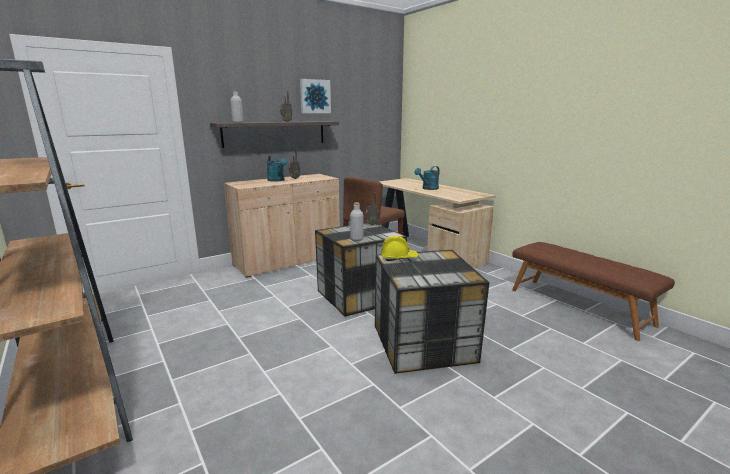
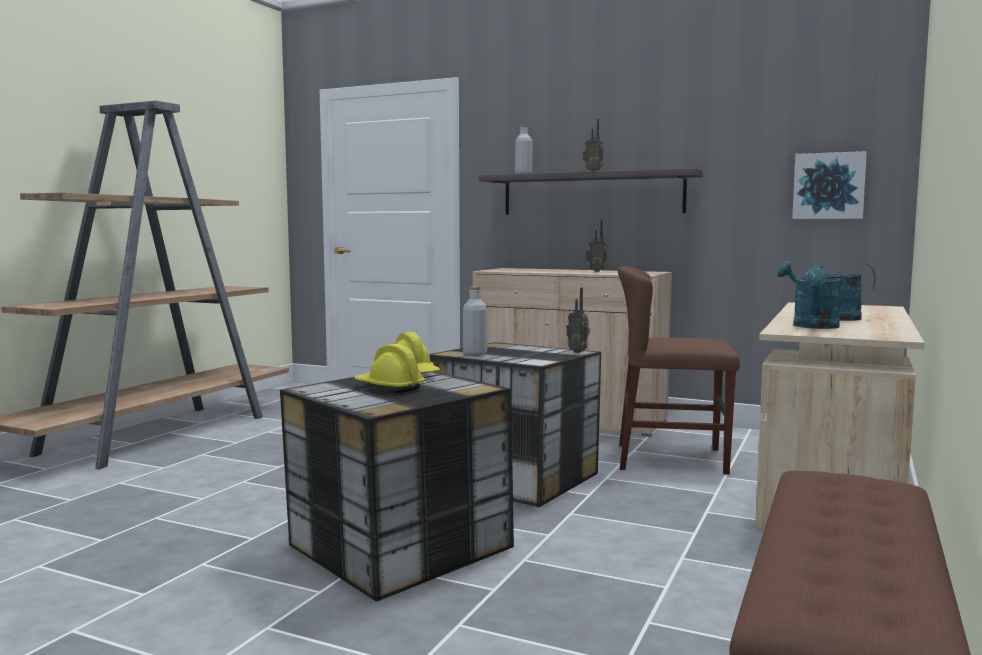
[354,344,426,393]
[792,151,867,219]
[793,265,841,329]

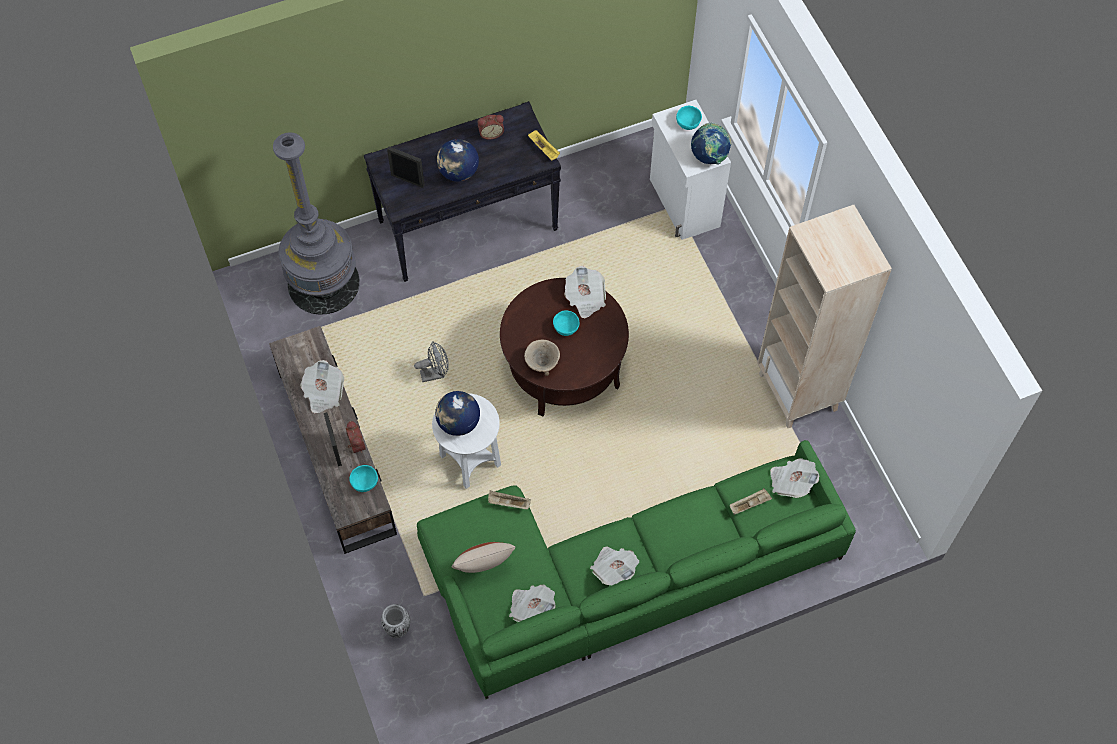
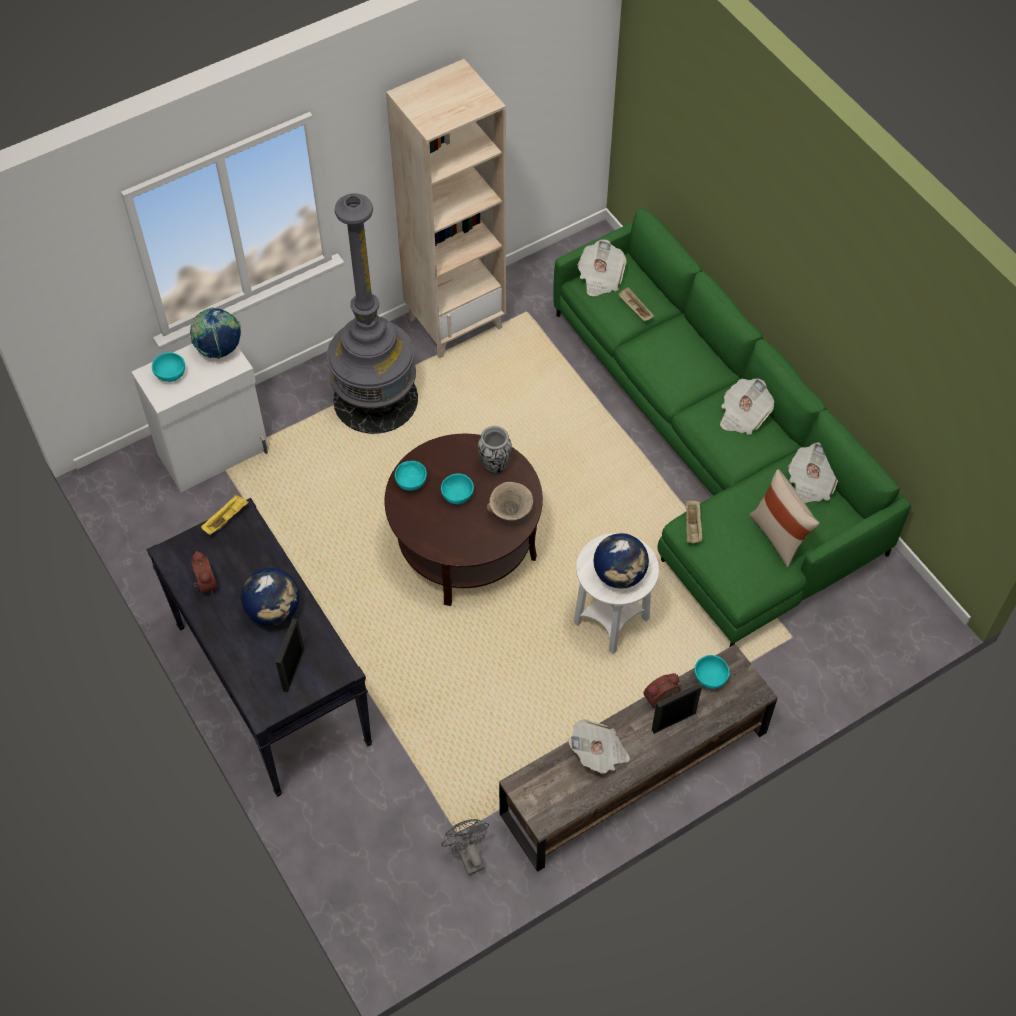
[327,193,418,434]
[395,461,427,491]
[441,819,489,875]
[478,426,512,474]

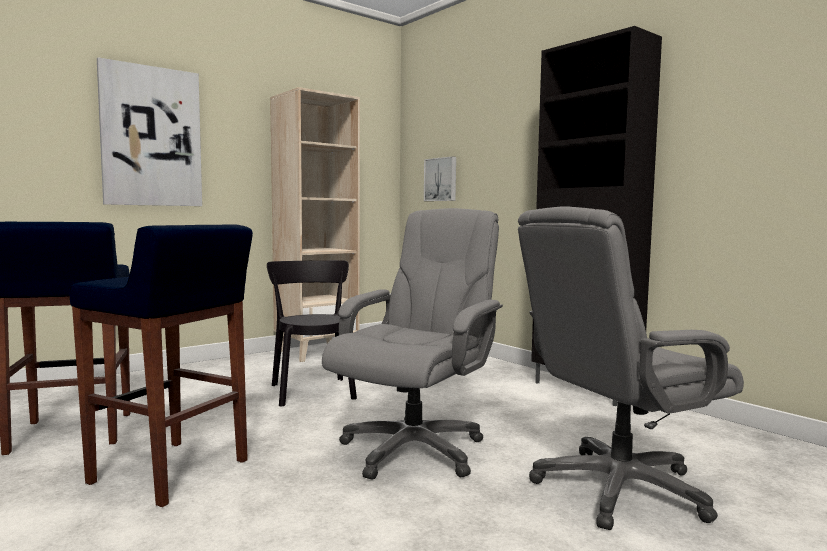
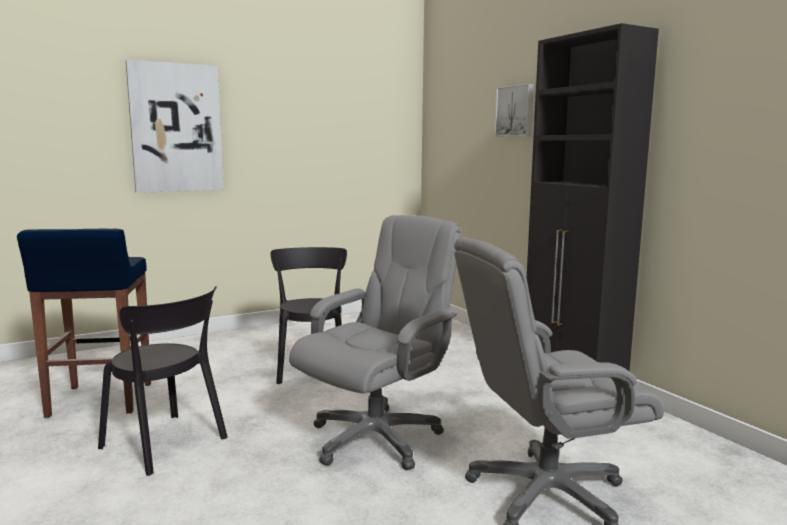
[98,286,227,476]
[495,84,534,137]
[270,87,360,362] (first image)

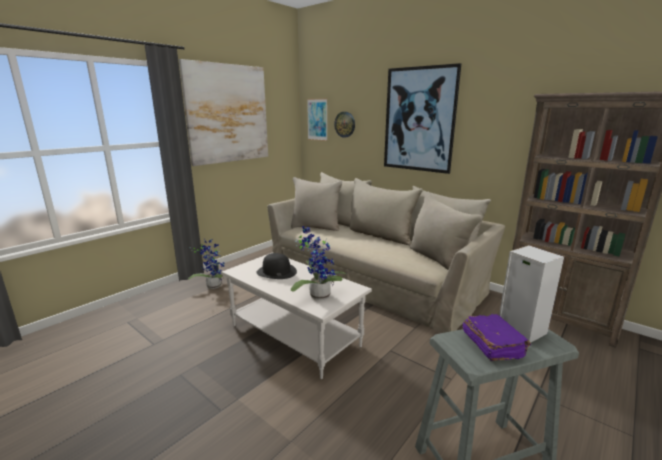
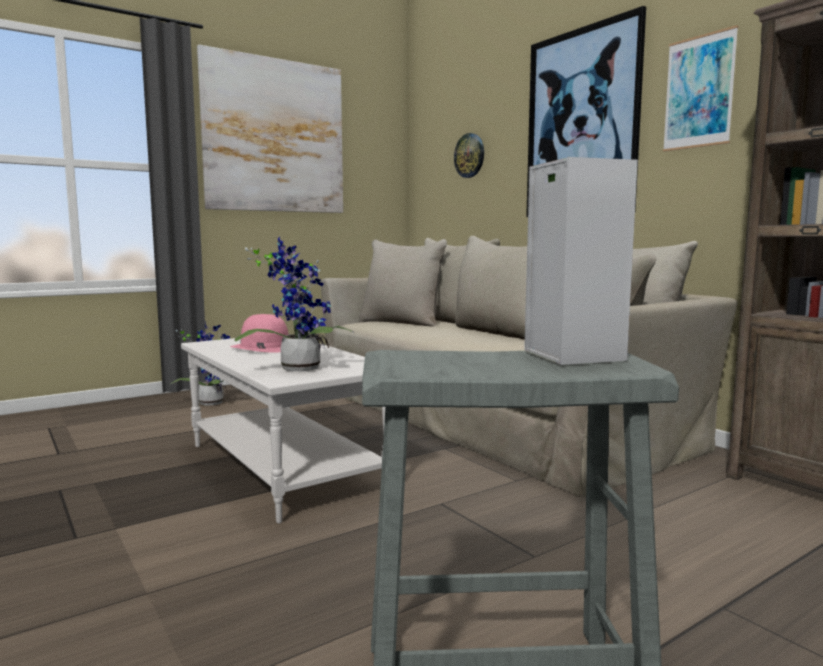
[230,314,289,352]
[663,25,739,152]
[462,314,531,361] (first image)

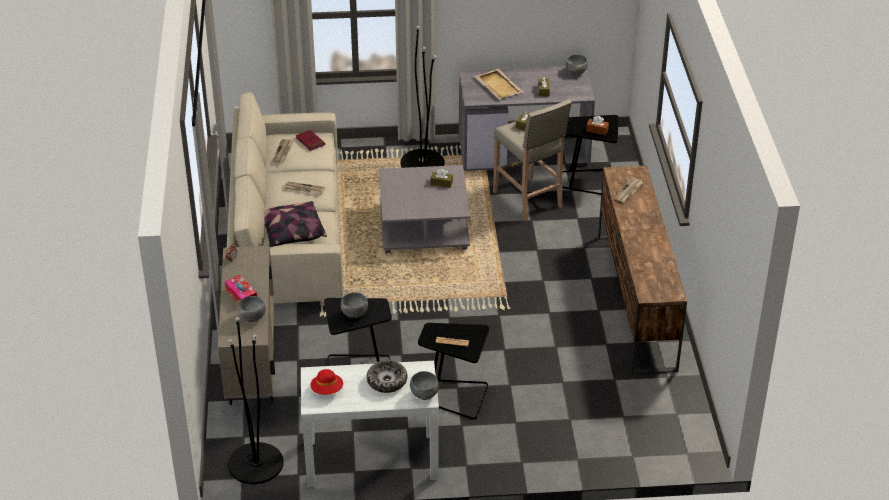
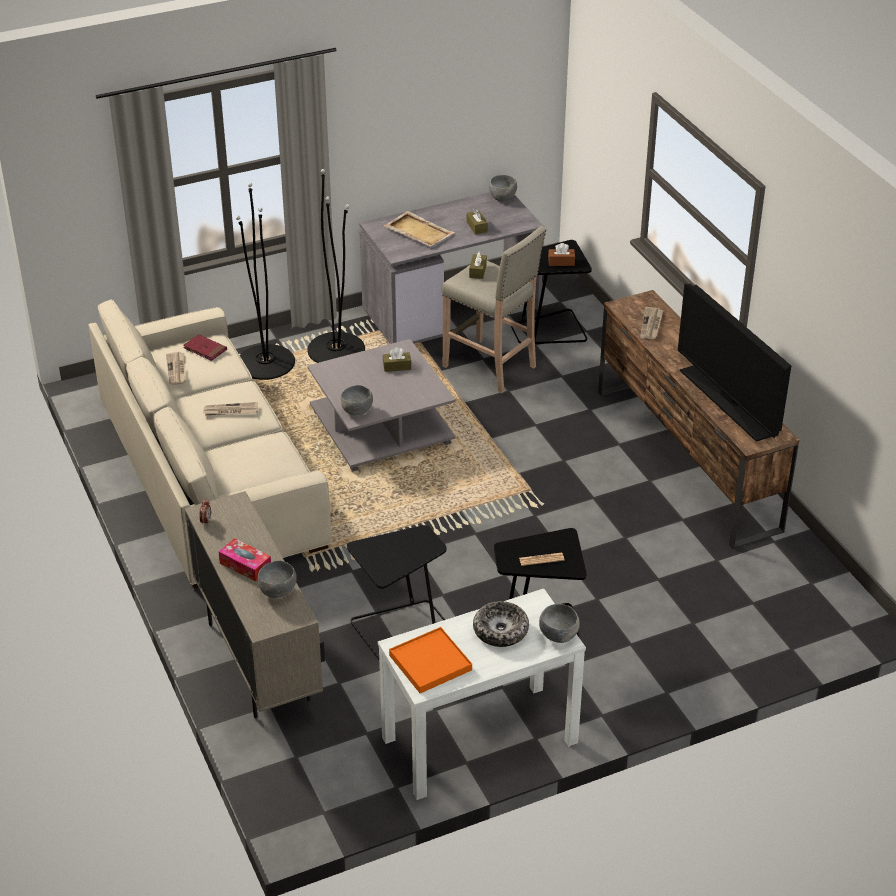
[236,183,295,380]
[341,385,373,415]
[389,627,472,693]
[678,283,791,442]
[264,201,327,247] (first image)

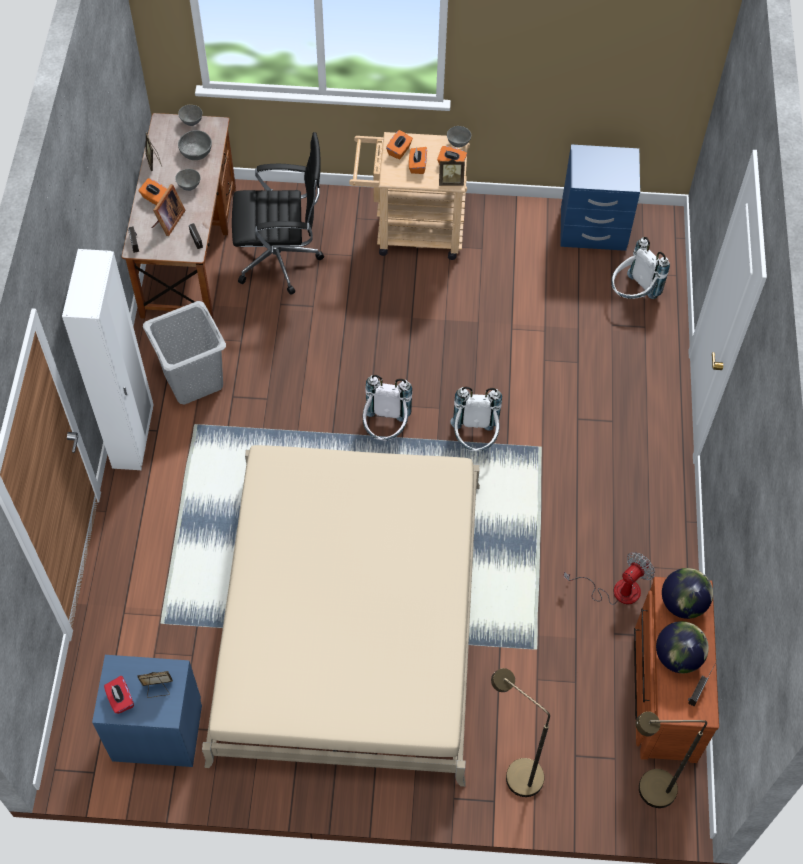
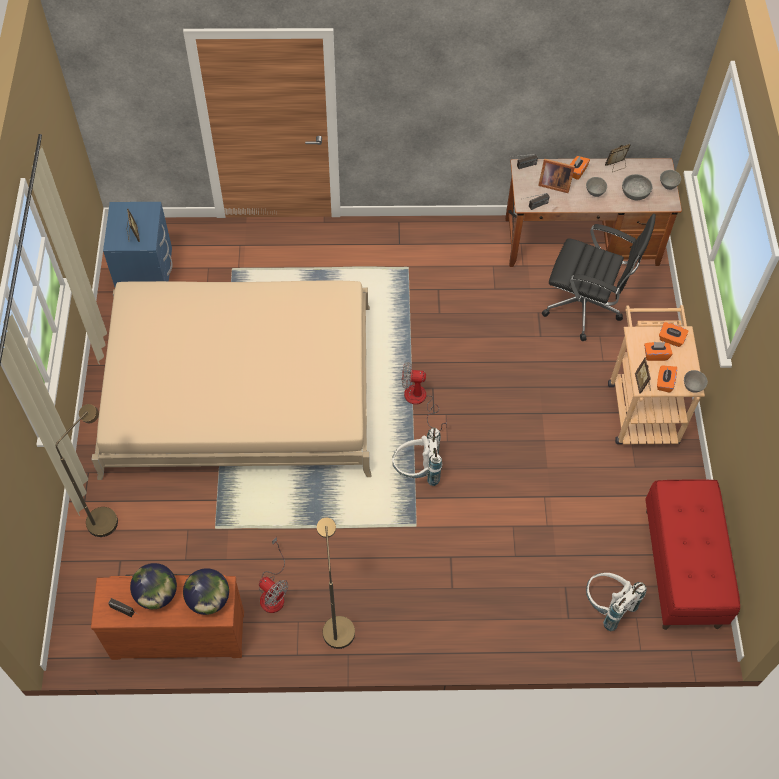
[317,518,355,649]
[402,362,447,431]
[542,214,656,341]
[645,479,740,630]
[62,249,154,470] (first image)
[104,676,134,714] (first image)
[143,301,226,405] (first image)

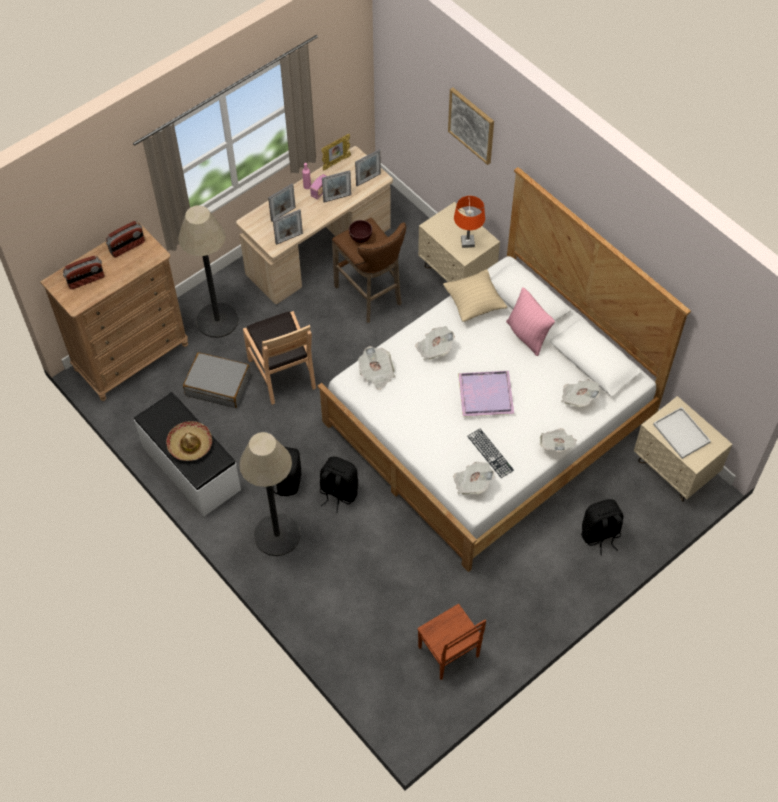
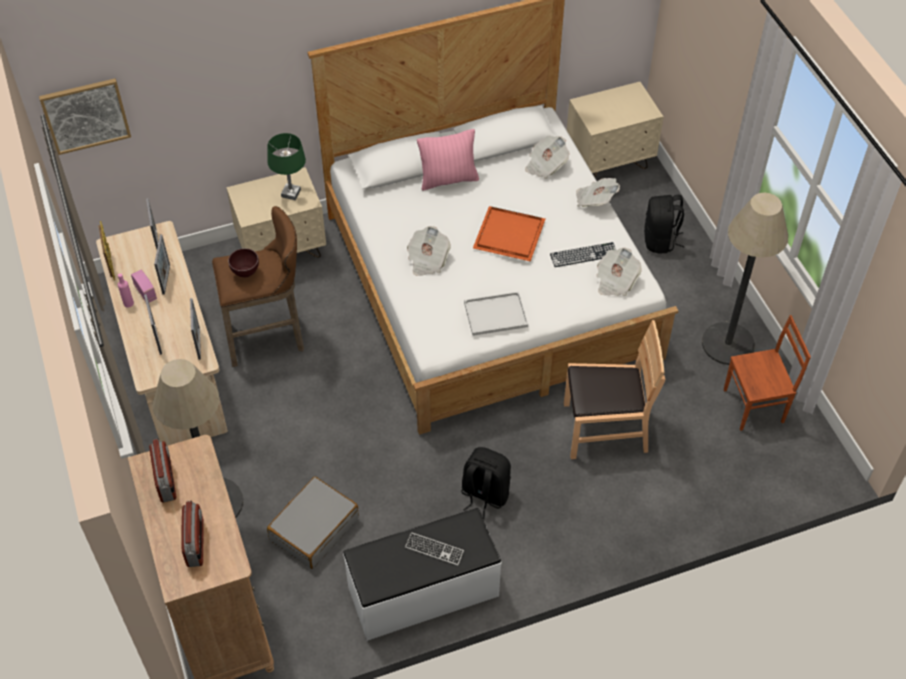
[39,78,131,155]
[267,133,306,200]
[405,532,464,565]
[464,292,528,336]
[473,206,545,262]
[564,320,665,459]
[702,193,788,365]
[320,456,359,513] (first image)
[358,346,395,390] (first image)
[443,269,507,322] (first image)

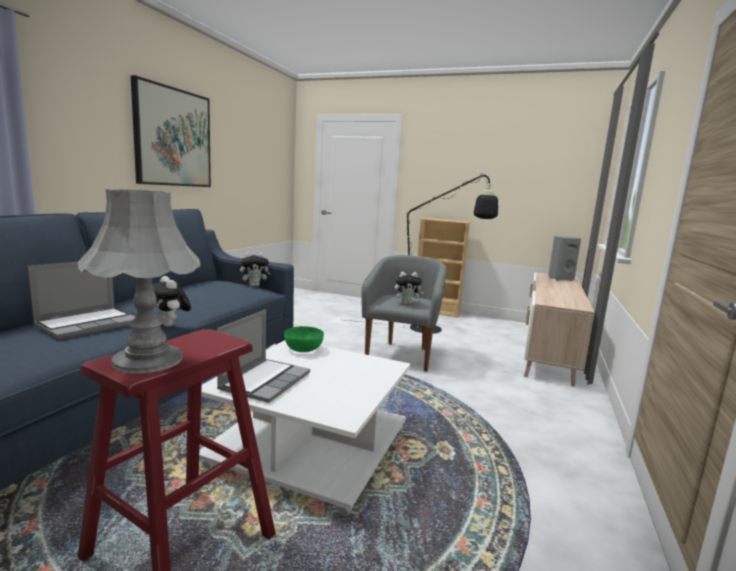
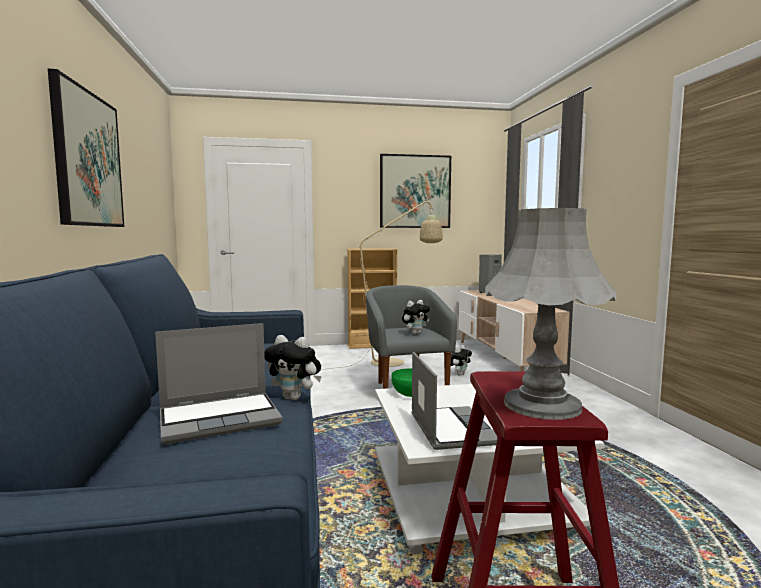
[155,323,283,444]
[321,200,443,370]
[380,154,451,228]
[451,345,472,376]

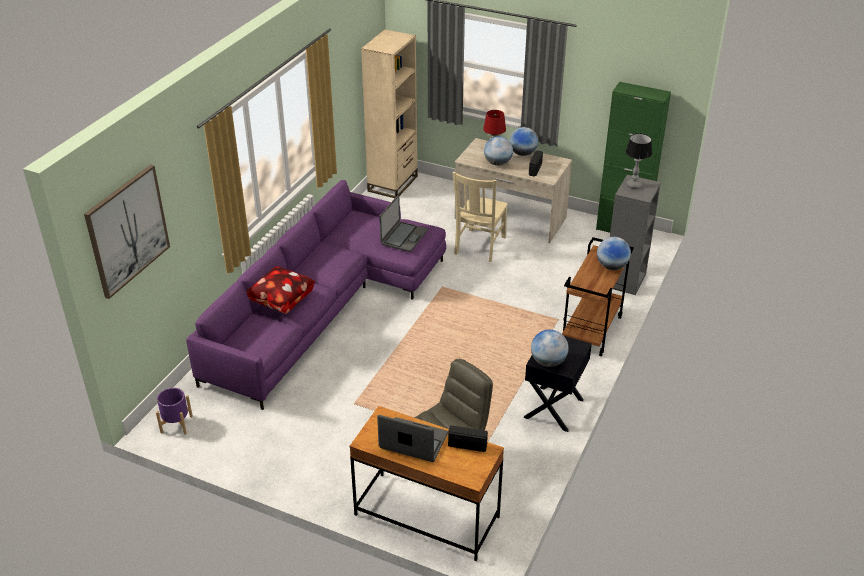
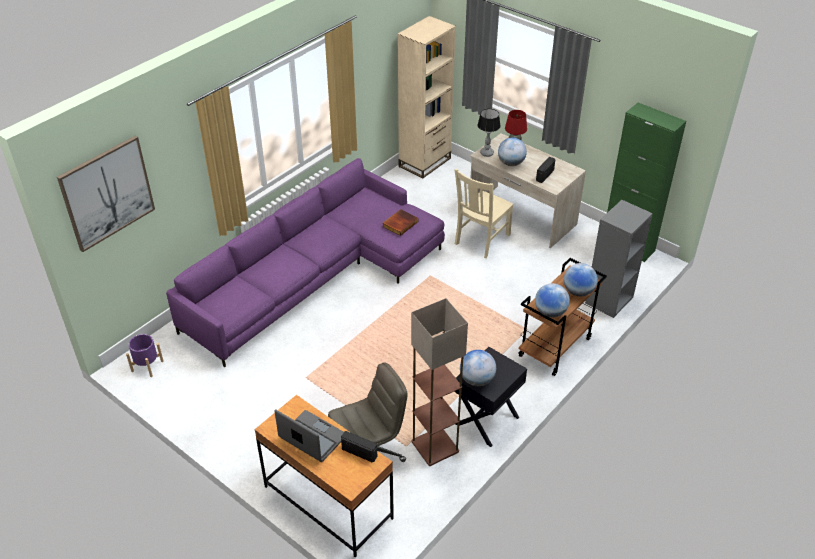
[382,209,419,236]
[411,298,468,466]
[477,109,501,157]
[535,283,570,318]
[246,266,315,314] (first image)

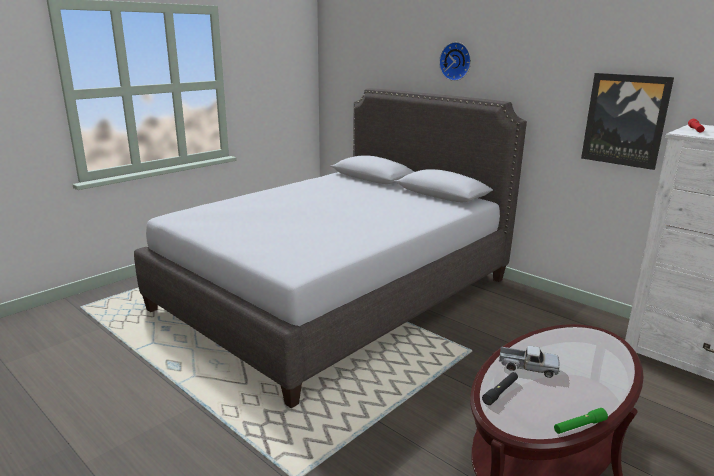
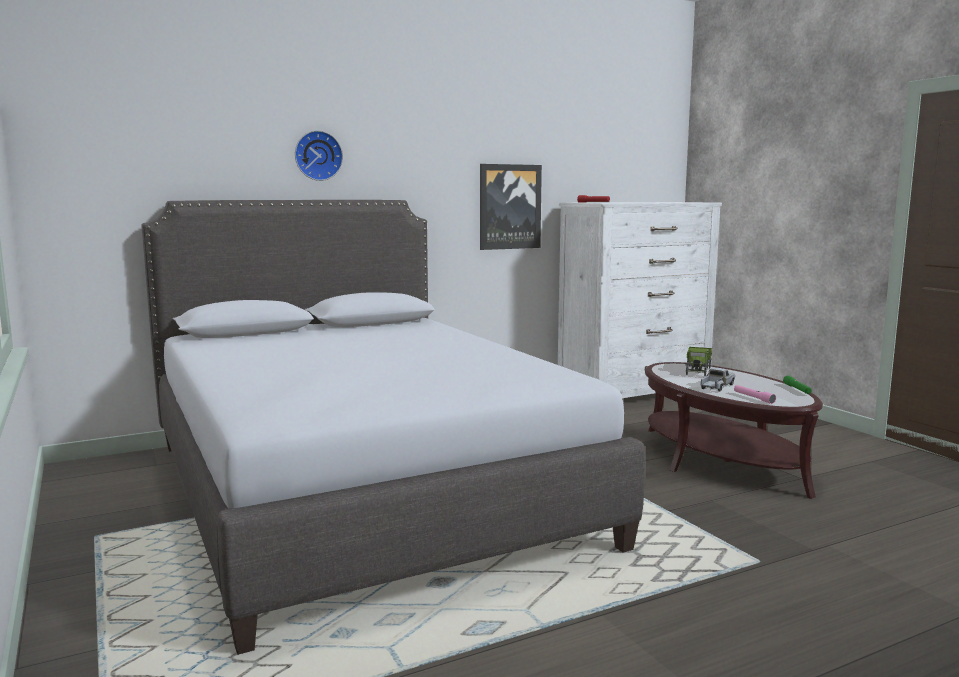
[686,347,712,376]
[734,385,776,404]

